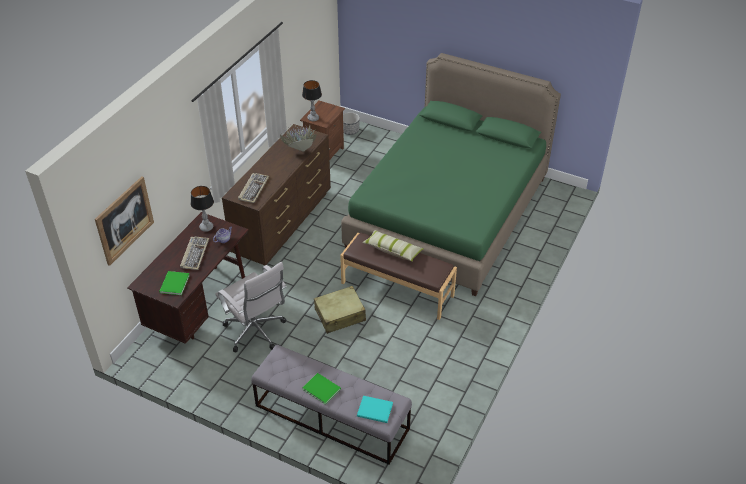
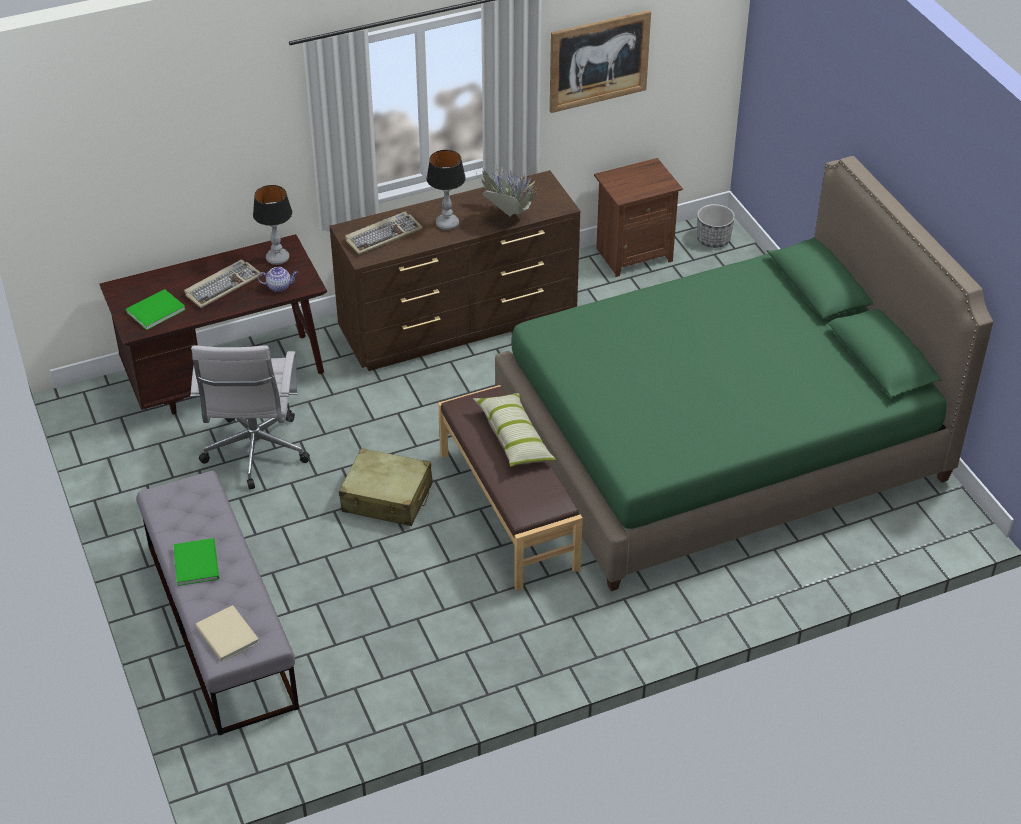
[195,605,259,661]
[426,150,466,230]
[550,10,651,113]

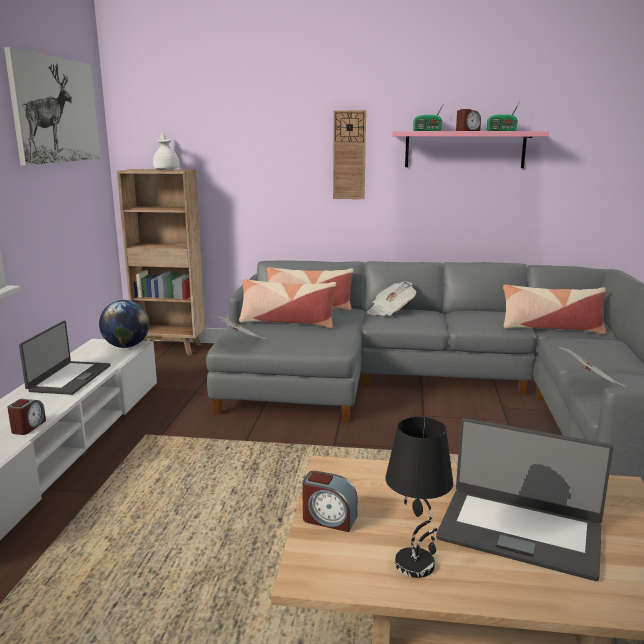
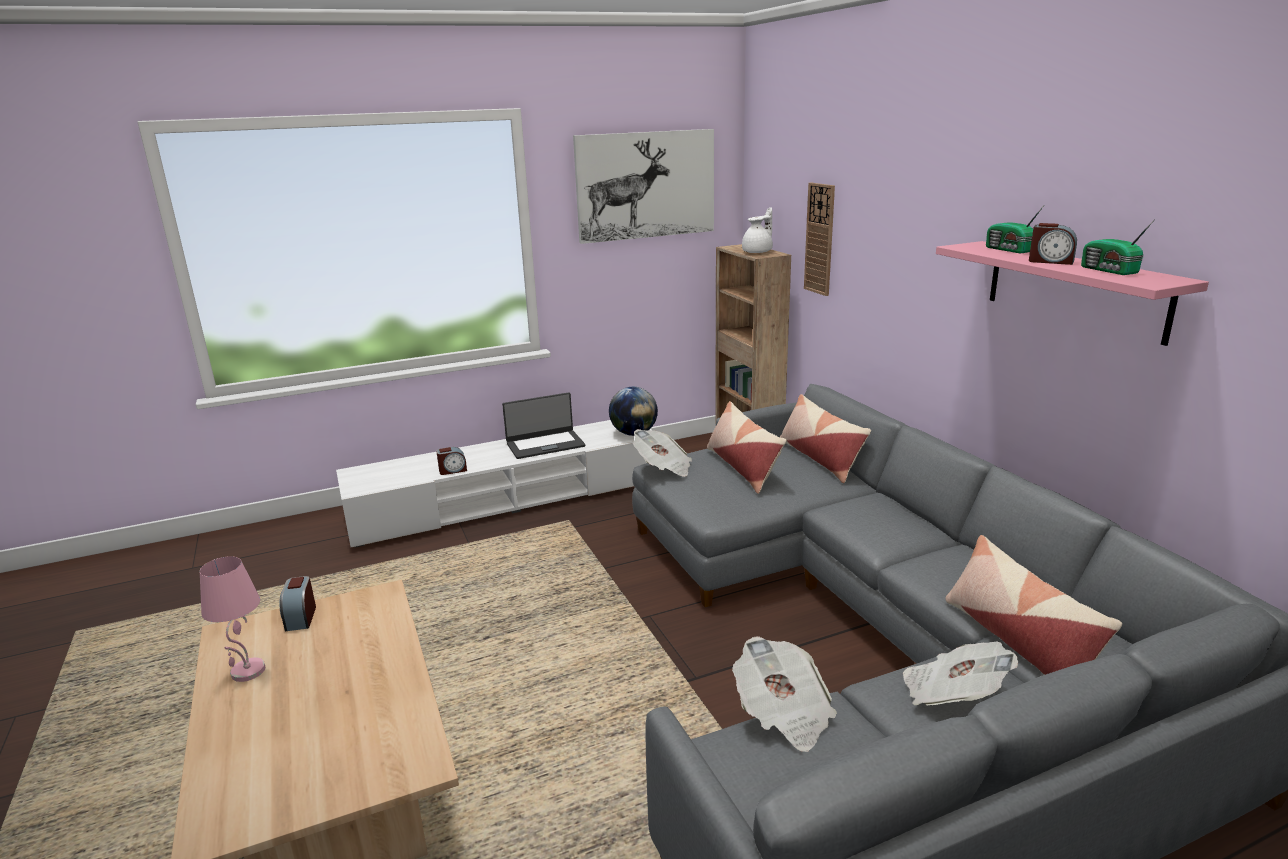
[200,556,265,682]
[804,183,835,296]
[903,642,1018,705]
[436,418,613,581] (first image)

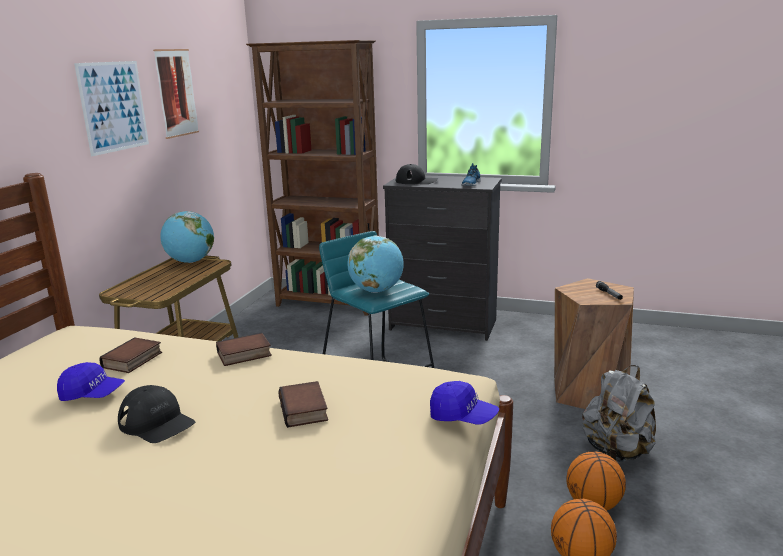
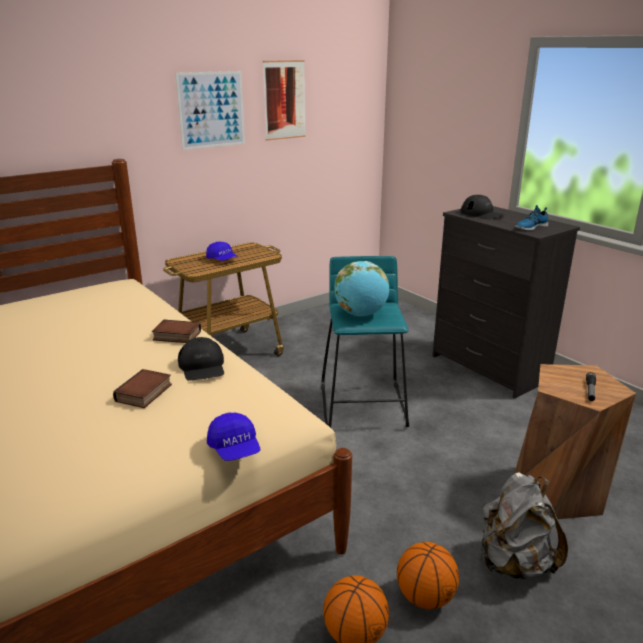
[178,337,224,381]
[206,242,238,261]
[99,337,162,373] (first image)
[160,211,214,263] (first image)
[246,40,379,316] (first image)

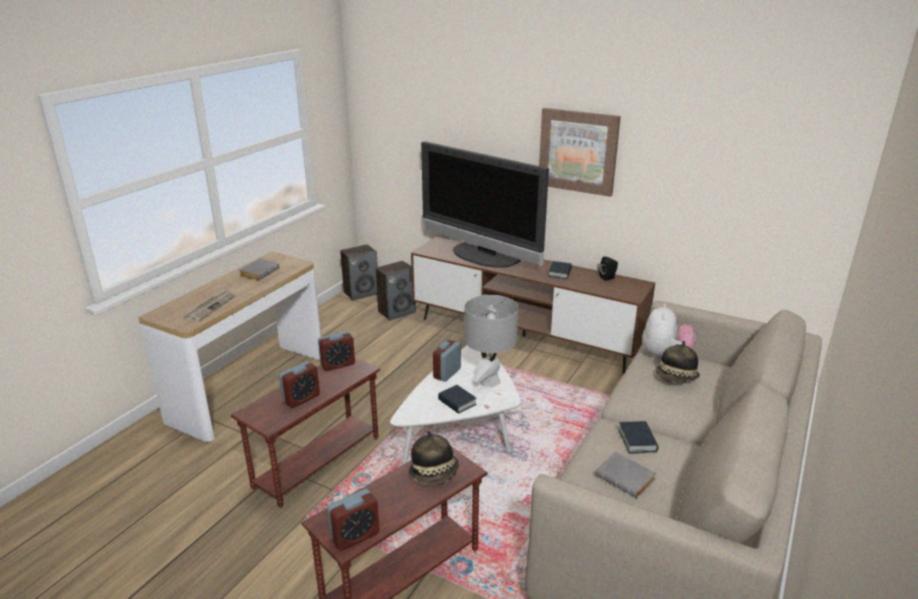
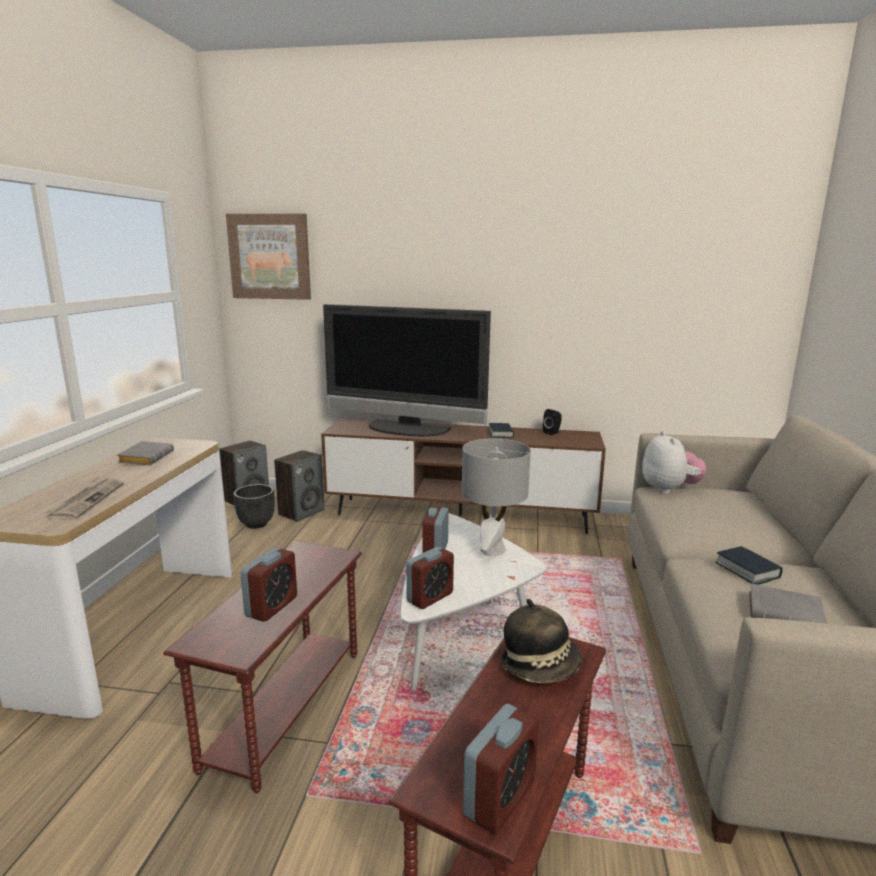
[226,214,311,300]
[233,484,275,529]
[406,547,454,609]
[438,385,477,414] (first image)
[655,341,700,383] (first image)

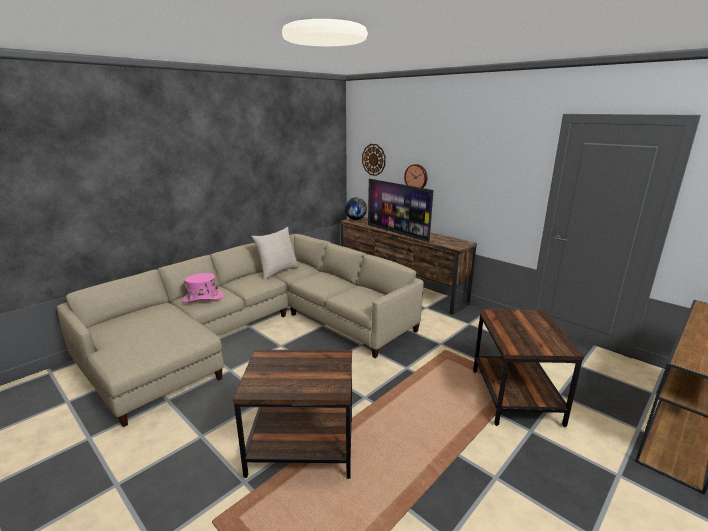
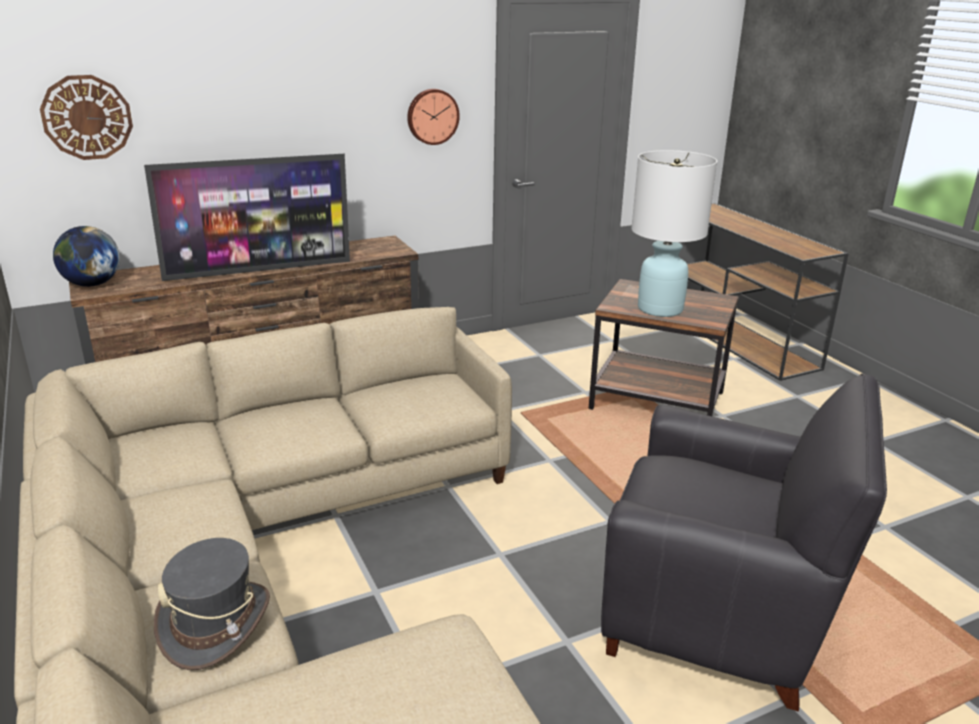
[154,538,270,670]
[407,89,460,145]
[601,373,887,712]
[631,150,717,317]
[251,227,300,280] (first image)

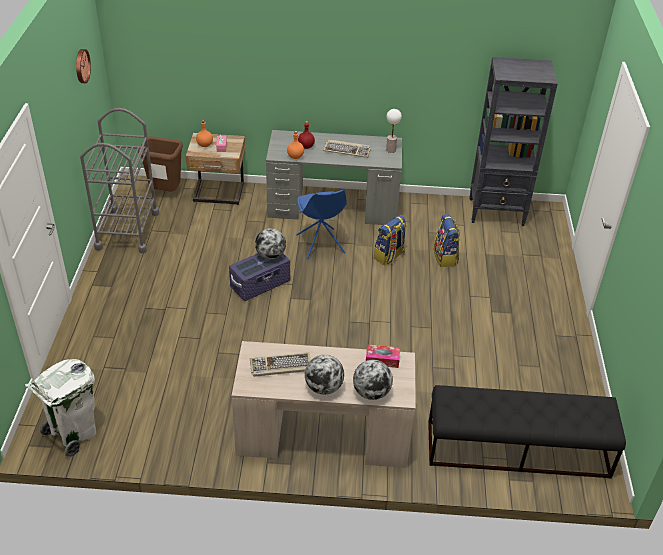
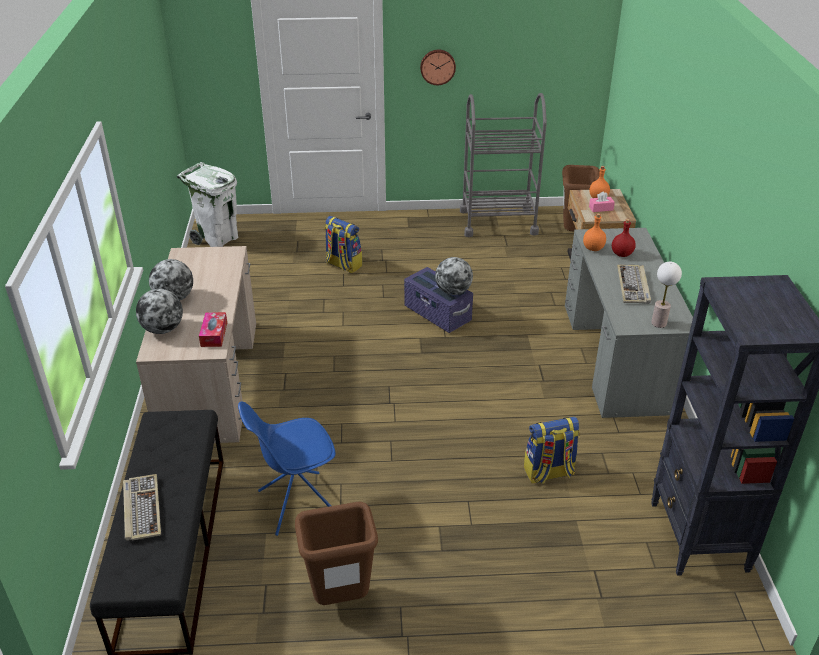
[123,474,161,541]
[238,401,335,536]
[295,501,378,605]
[324,216,362,273]
[420,50,456,85]

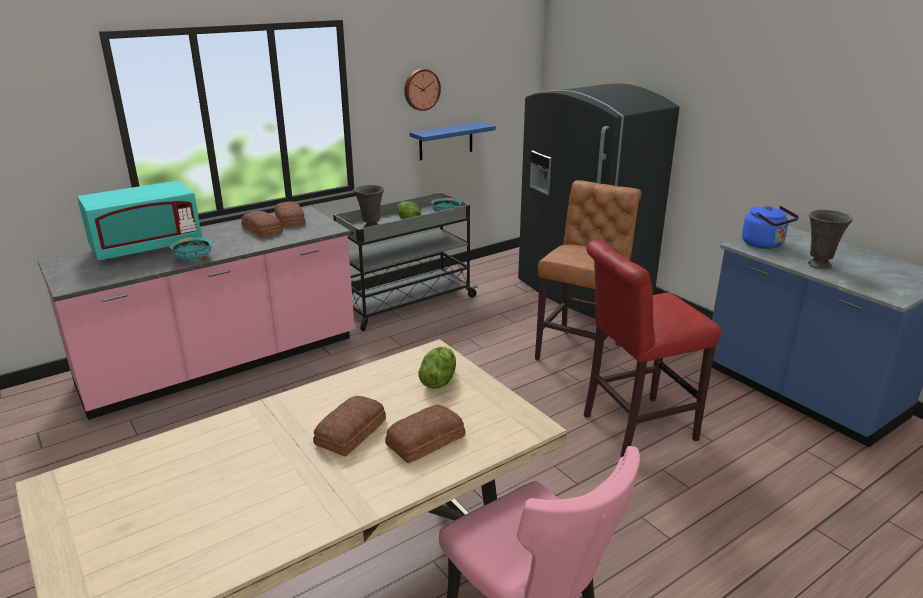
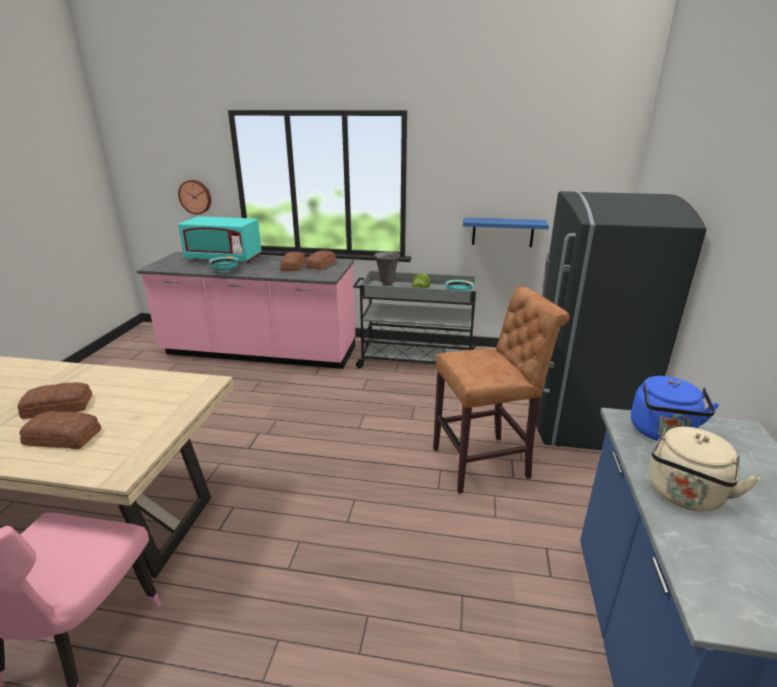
[178,180,211,214]
[648,427,760,511]
[419,347,456,389] (first image)
[584,240,721,457] (first image)

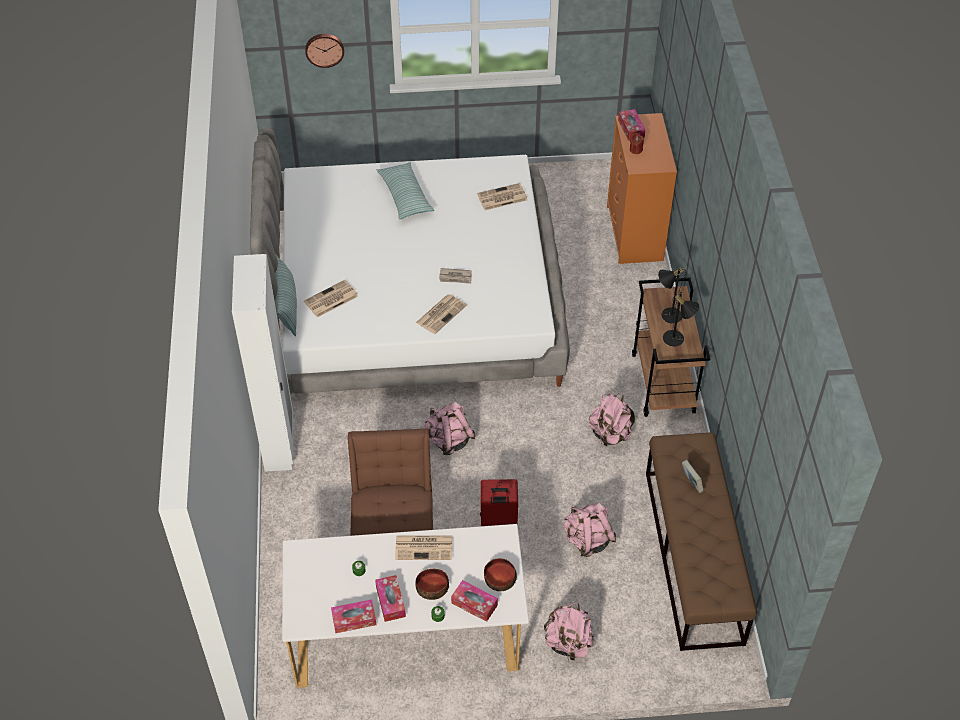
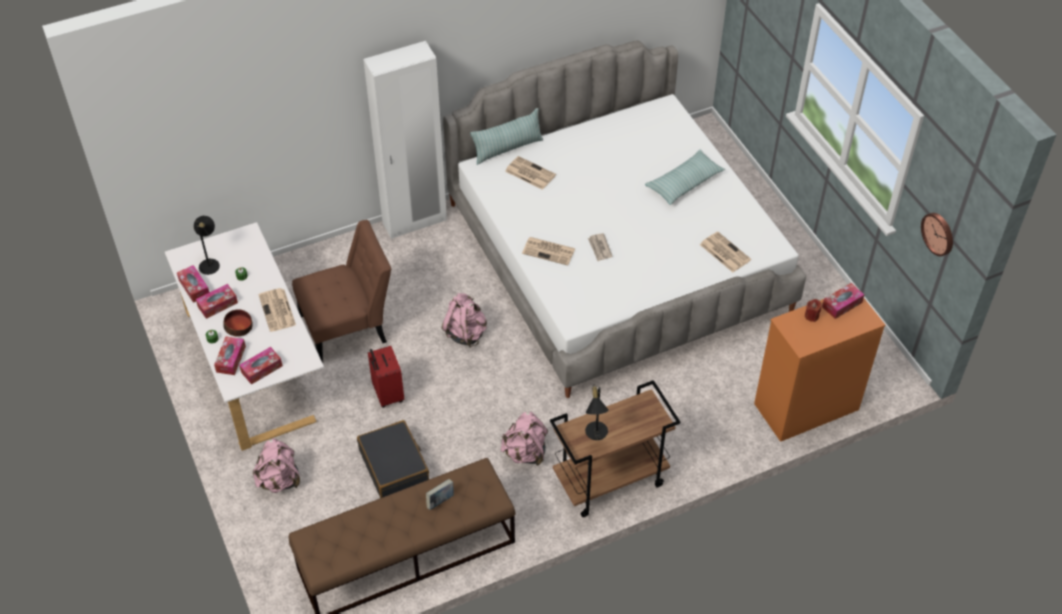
[194,216,220,275]
[239,347,283,385]
[357,420,429,498]
[921,213,953,256]

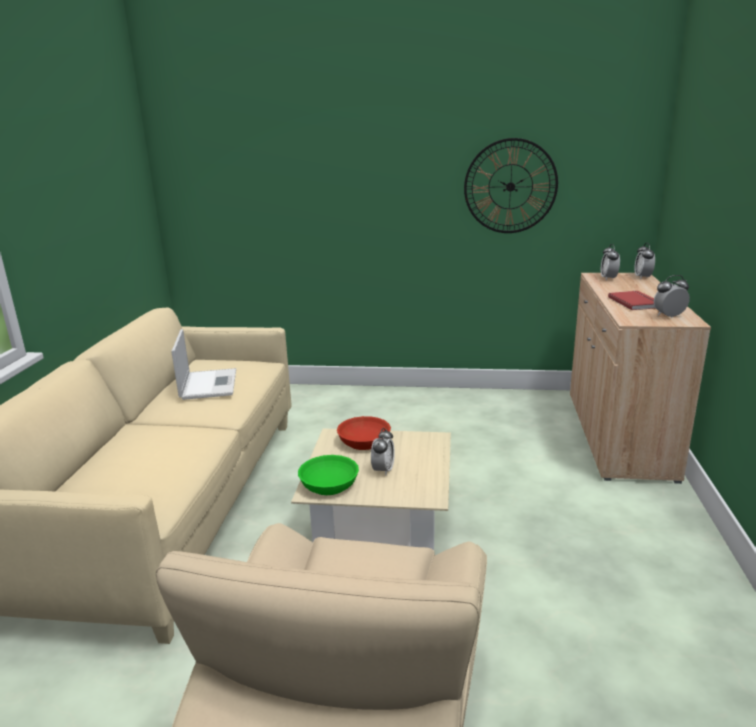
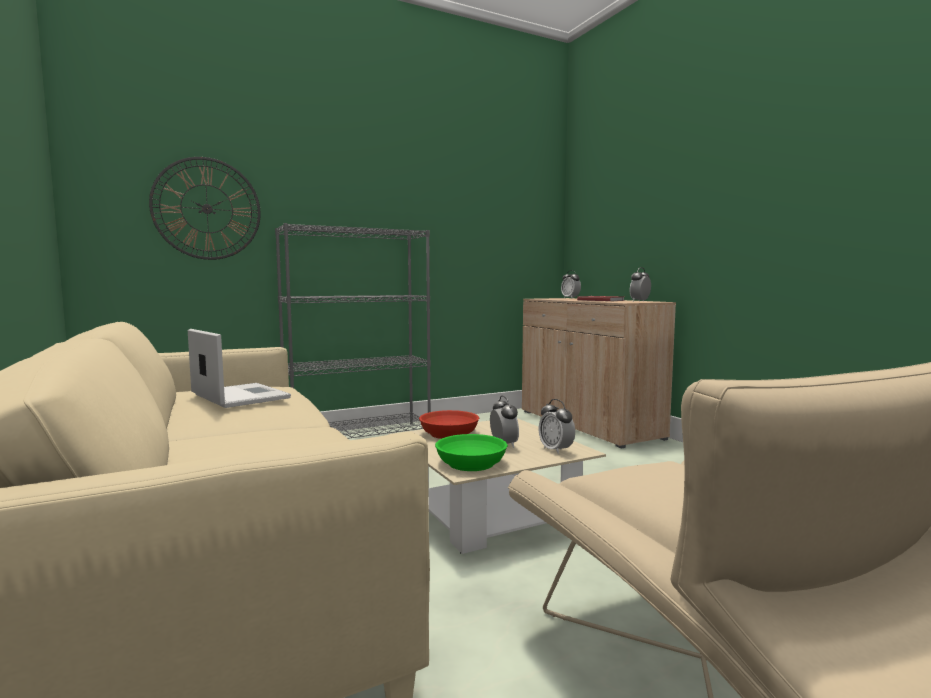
[149,157,261,260]
[275,223,431,439]
[539,399,575,454]

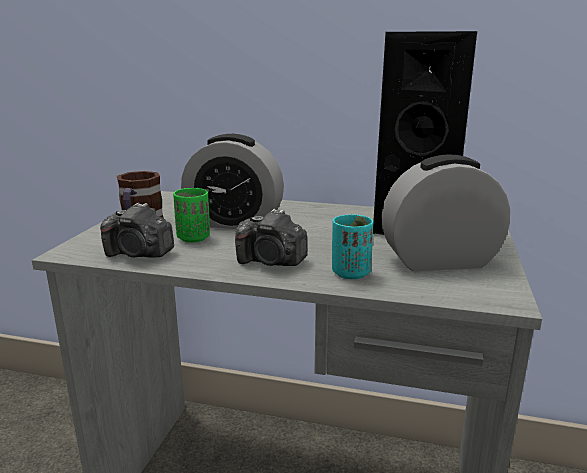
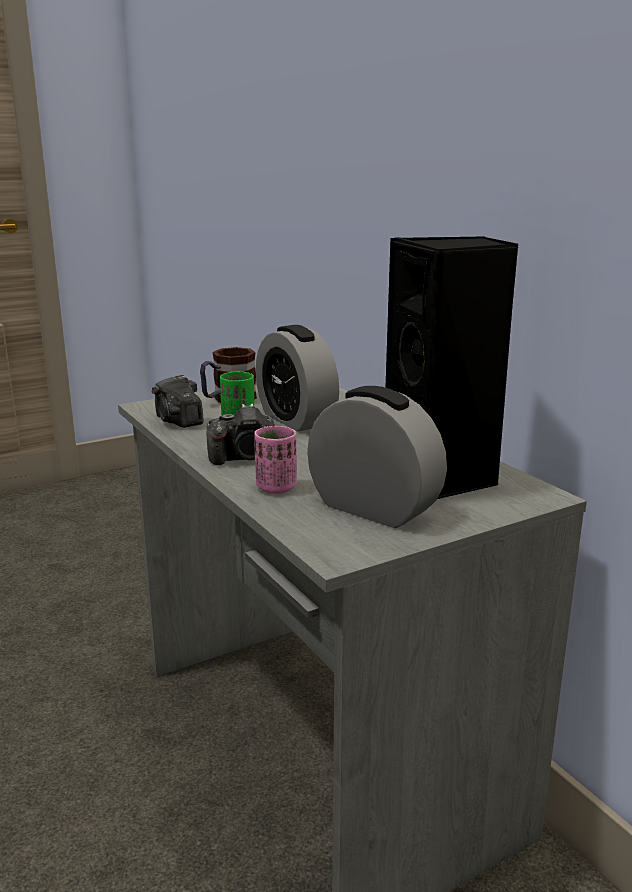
[207,404,275,465]
[254,426,297,494]

